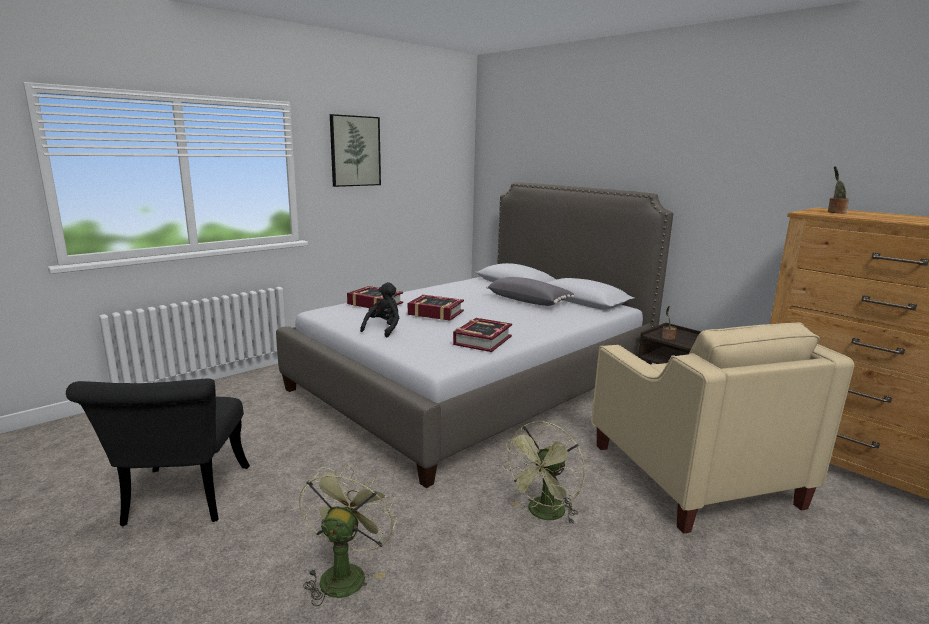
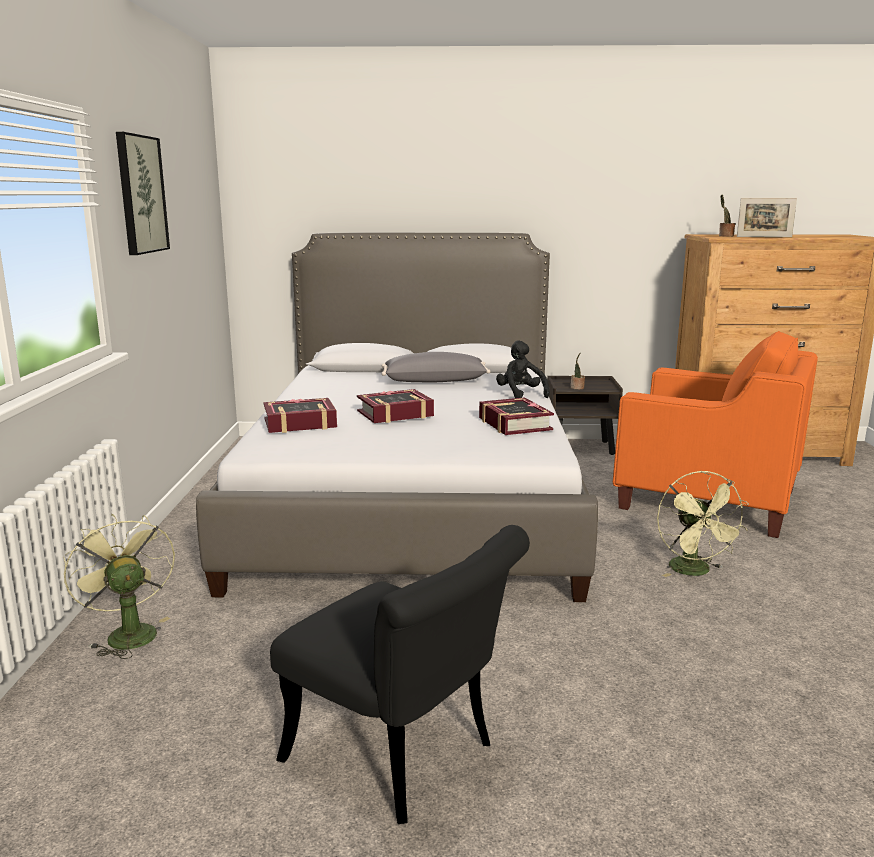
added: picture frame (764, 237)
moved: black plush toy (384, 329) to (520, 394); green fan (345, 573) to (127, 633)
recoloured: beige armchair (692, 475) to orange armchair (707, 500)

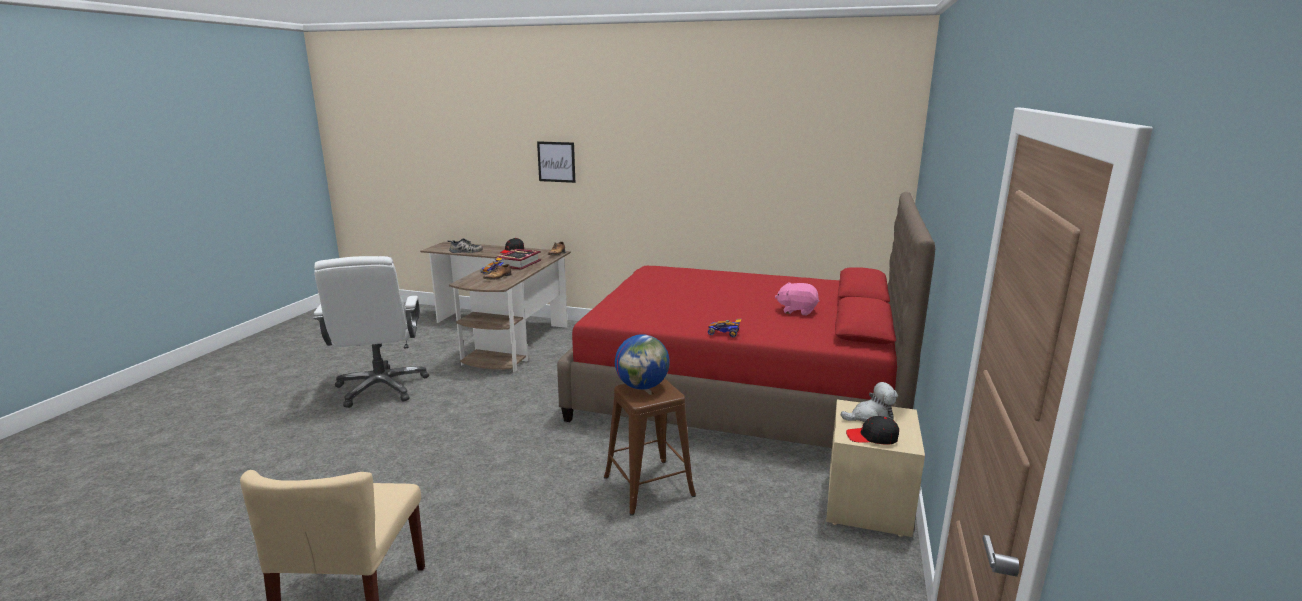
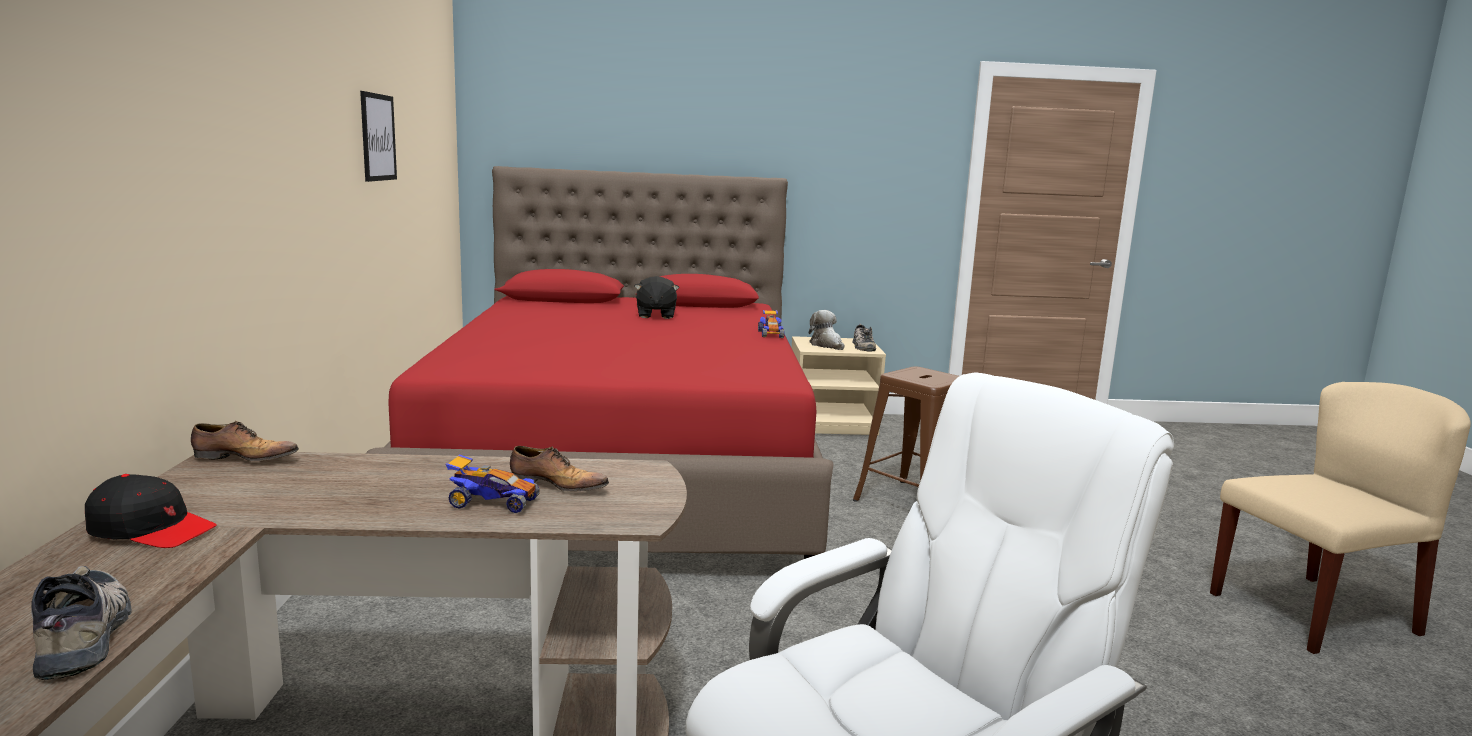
removed: book (518, 263); globe (642, 386)
moved: picture (556, 162) to (378, 137)
replaced: black cap (872, 437) to shoe (862, 346)
recoloured: pink plush toy (797, 310) to black plush toy (655, 315)

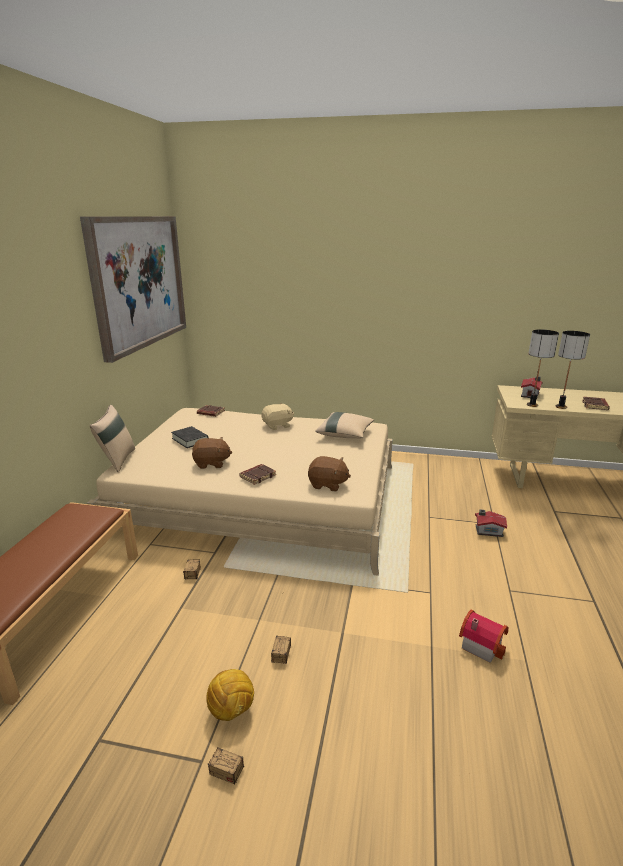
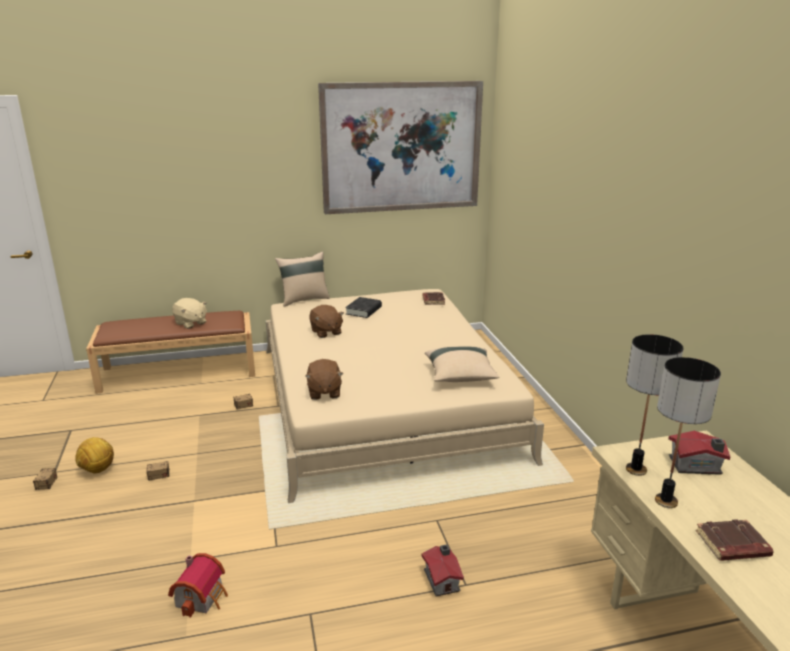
removed: brown book (257, 476)
moved: beige plush toy (277, 426) to (190, 323)

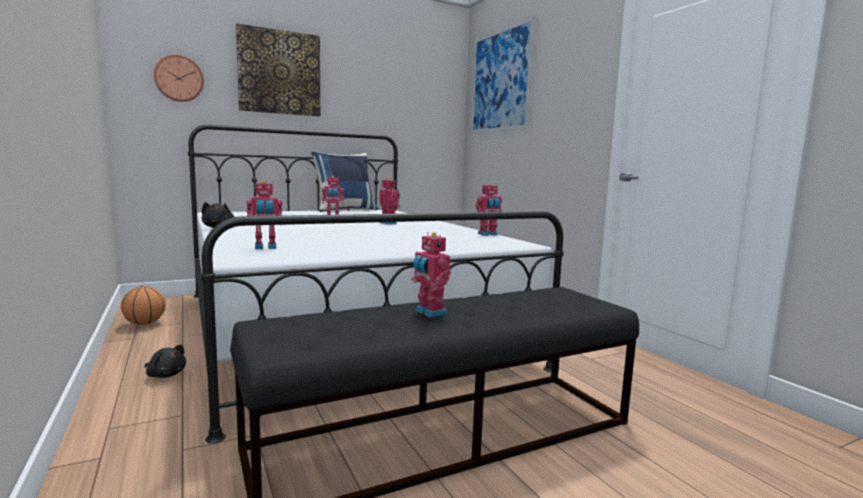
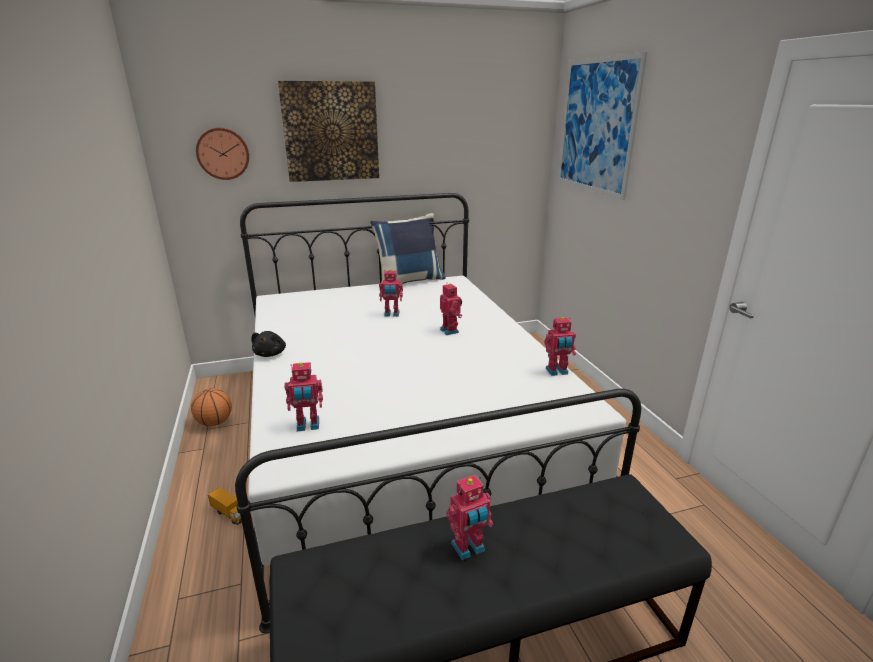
replaced: black plush toy (166, 375) to toy truck (230, 514)
turned: toy robot (429, 312) = (469, 548) 90 degrees counterclockwise

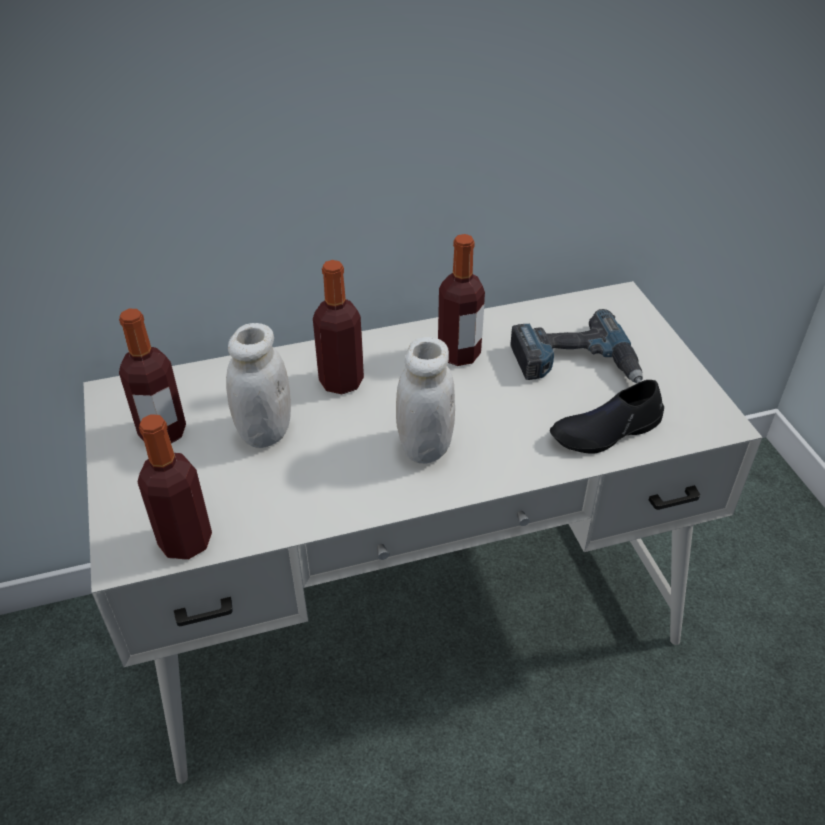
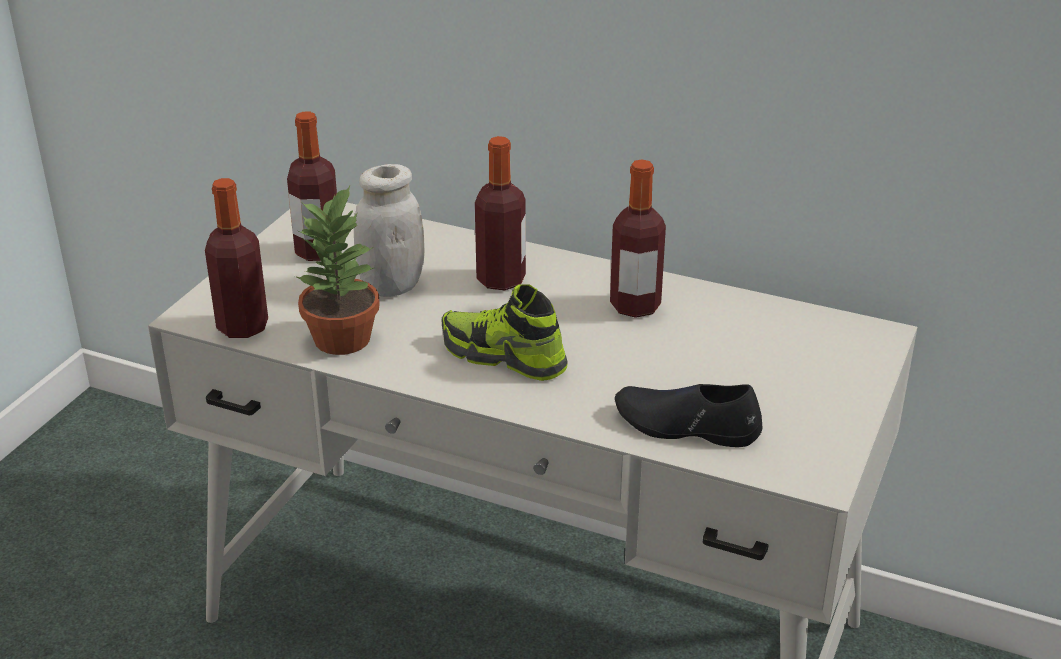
removed: power drill (575, 363)
added: potted plant (344, 339)
replaced: white jar (425, 447) to shoe (503, 357)

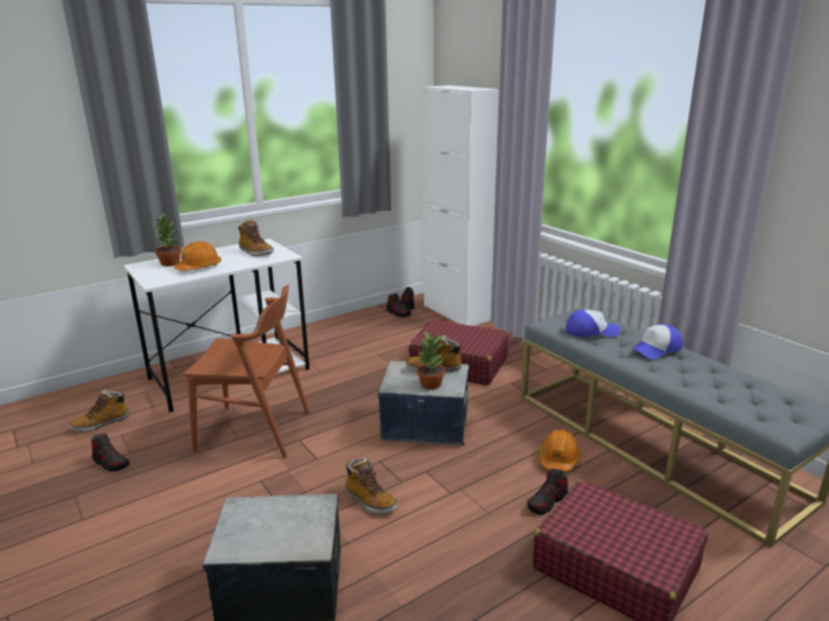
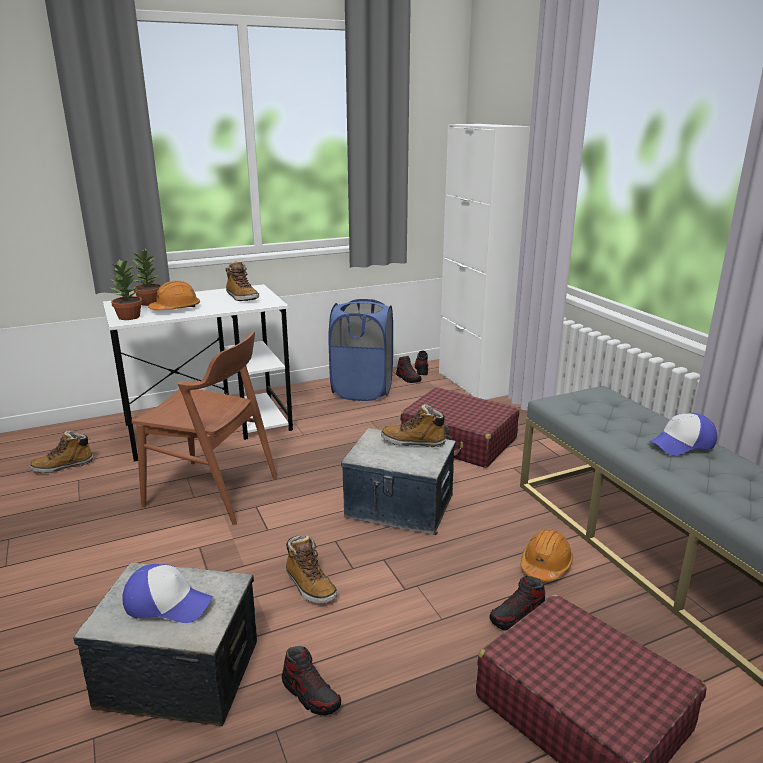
added: blue laundry basket (362, 390)
moved: cap (591, 331) to (167, 603); potted plant (431, 385) to (129, 317); shoe (111, 463) to (311, 694)

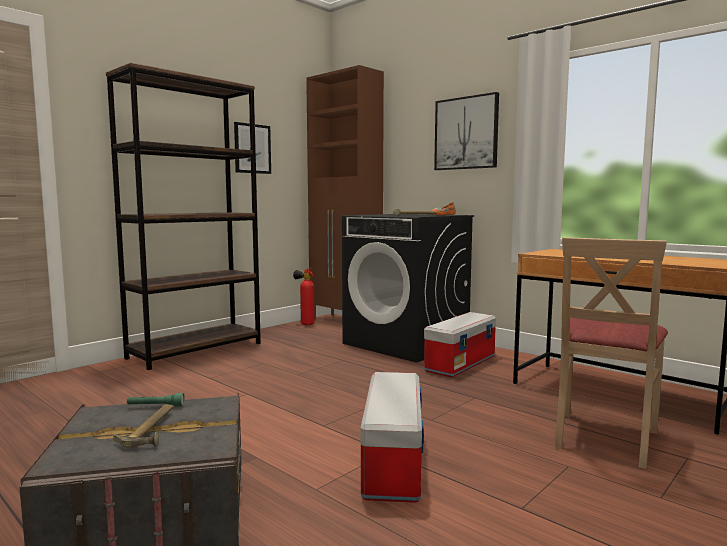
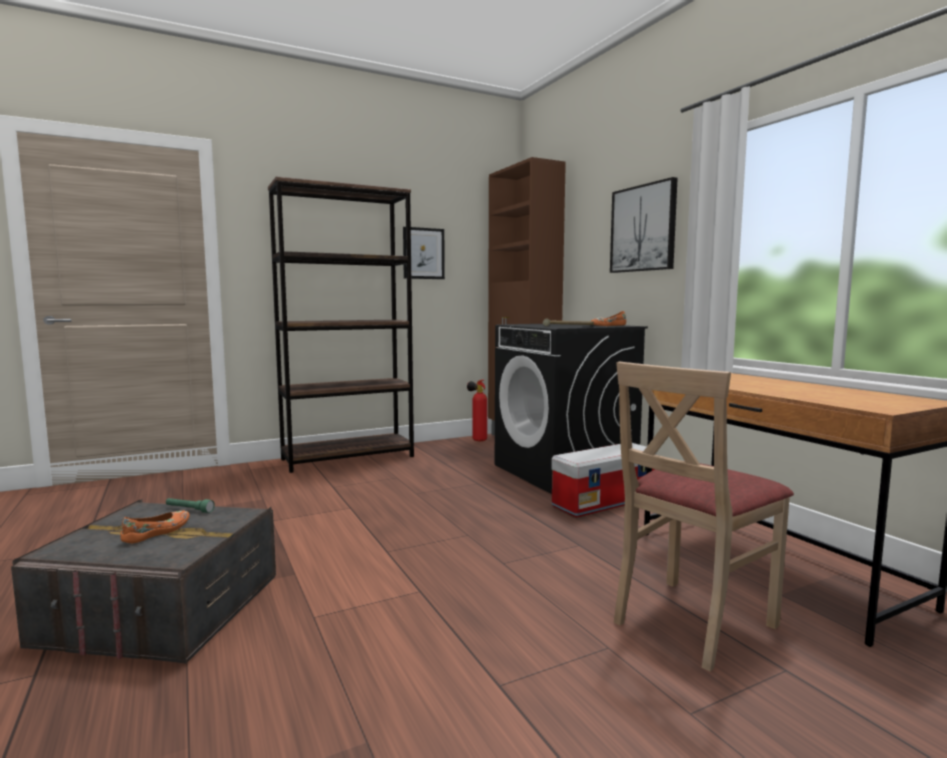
removed: storage box (392, 462)
replaced: hammer (153, 430) to orange shoe (158, 532)

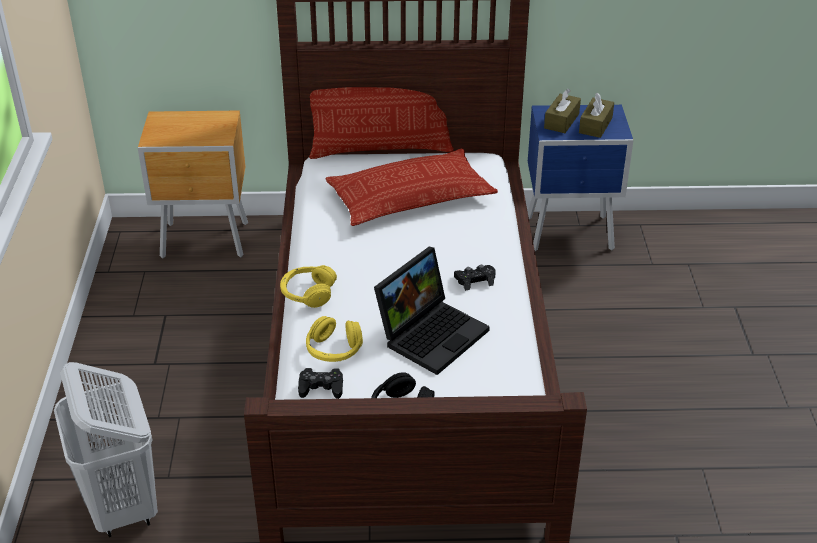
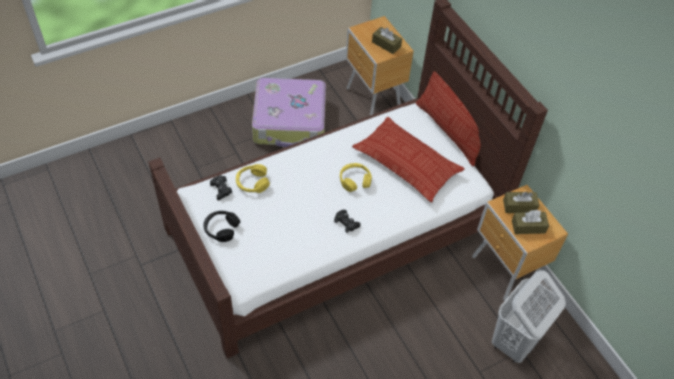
removed: laptop (432, 333)
added: brown tissue box (386, 44); suitcase (290, 121)
moved: yellow headphones (308, 293) to (354, 180); white laundry basket (123, 507) to (514, 342)
recoloured: blue nightstand (571, 234) to brown nightstand (504, 272)

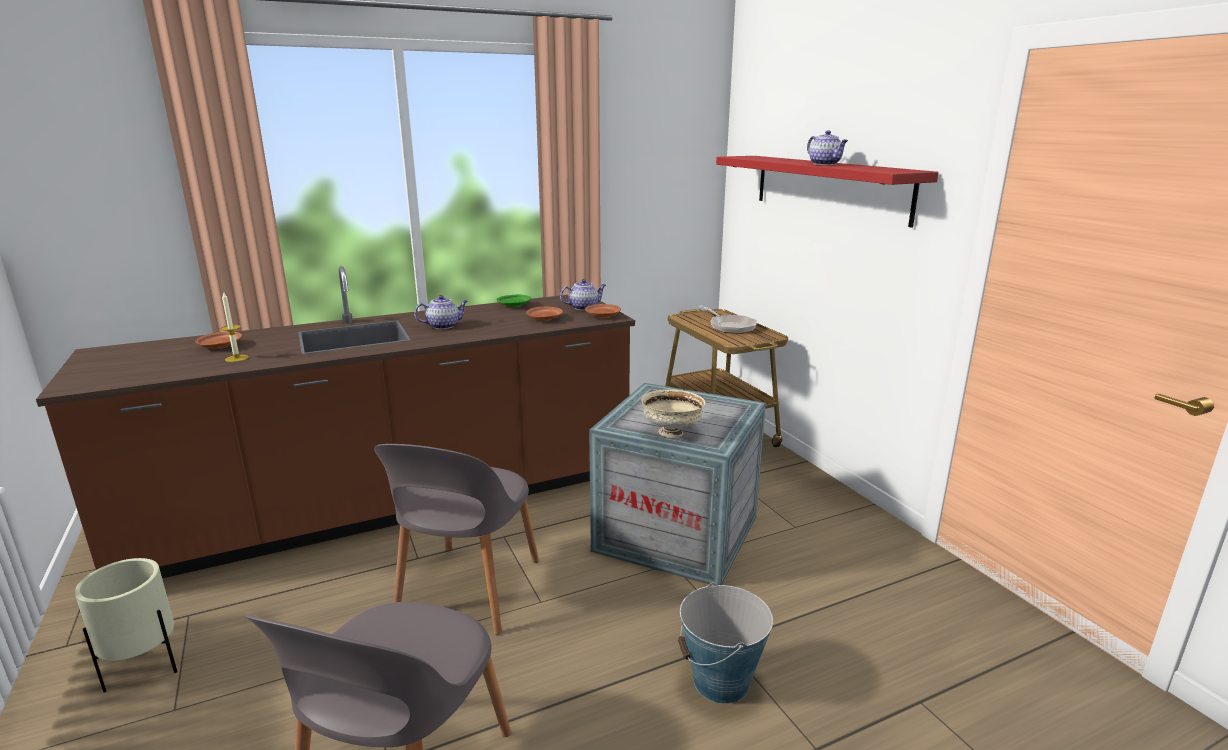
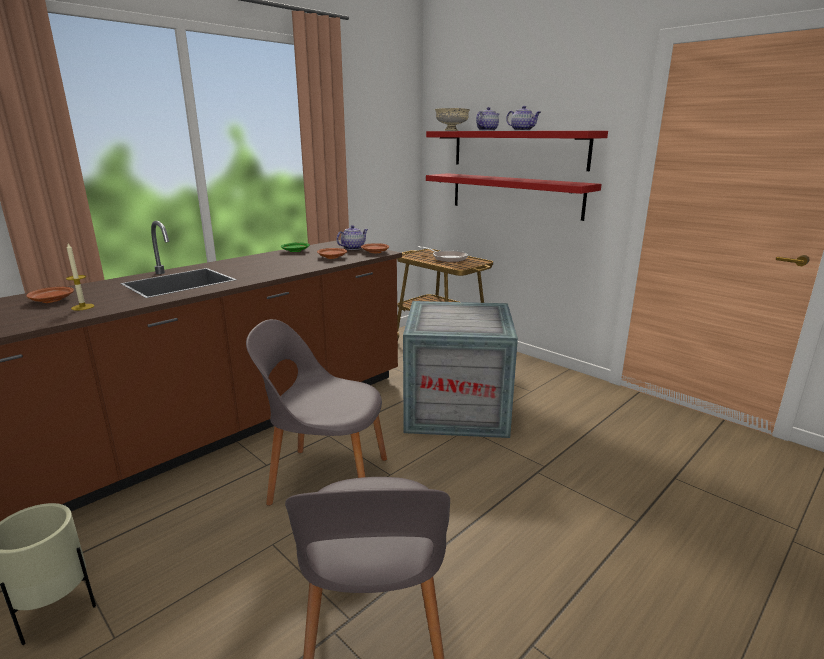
removed: bucket (721, 682)
added: red shelf (514, 195)
moved: teapot (444, 326) to (487, 130); beige bowl (671, 432) to (451, 130)
turned: grey chair (467, 590) = (326, 479) 105 degrees clockwise

